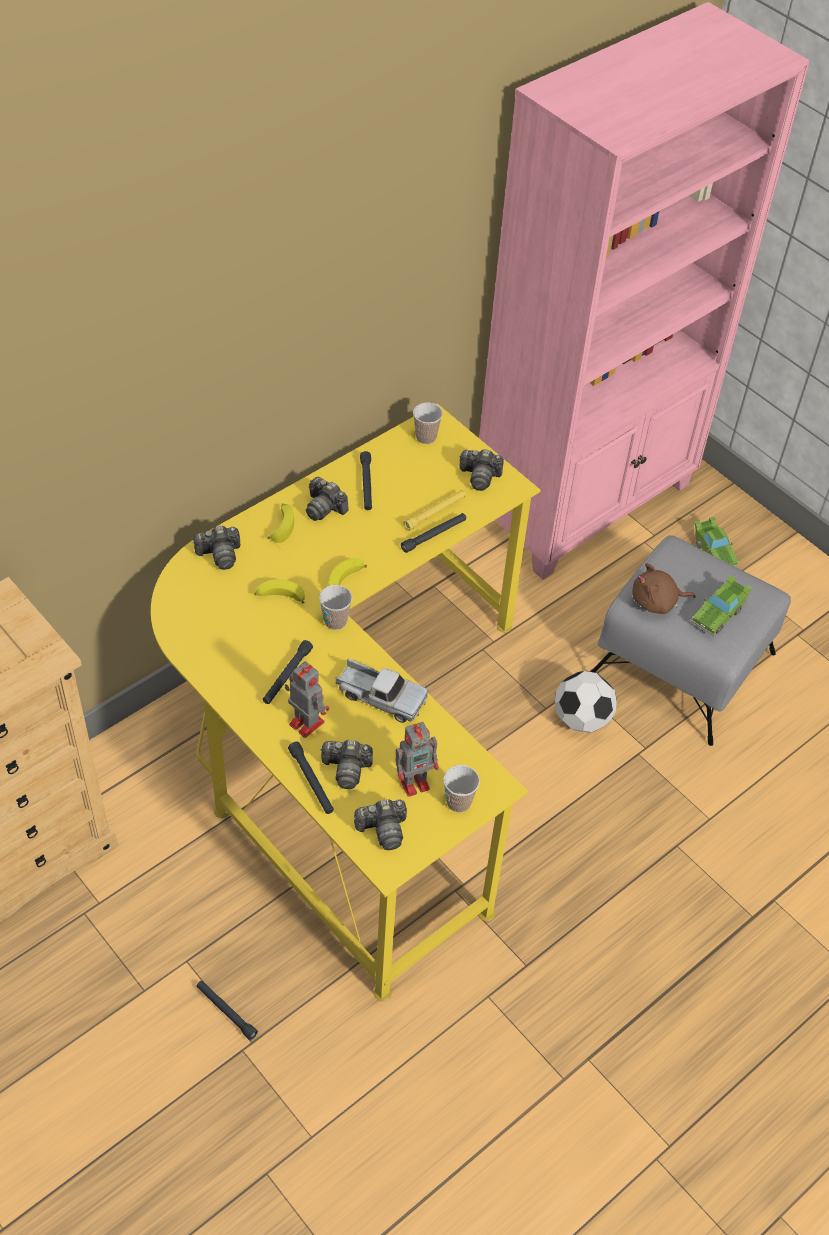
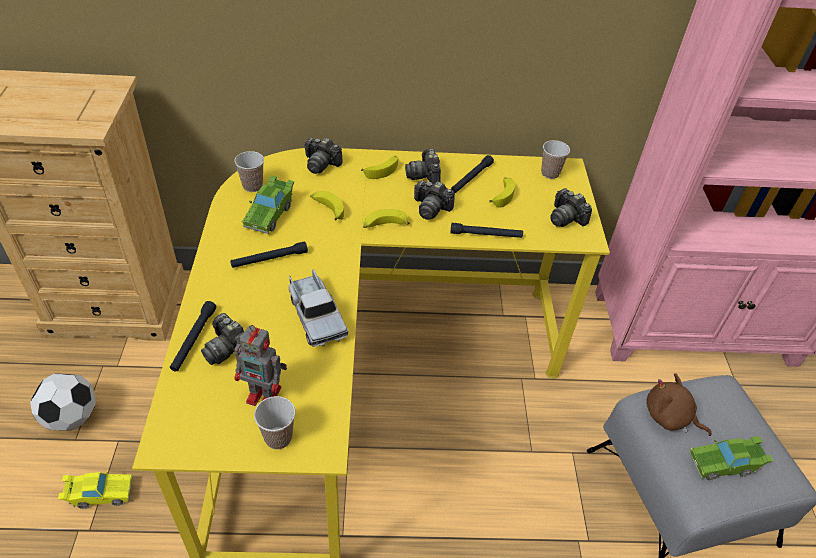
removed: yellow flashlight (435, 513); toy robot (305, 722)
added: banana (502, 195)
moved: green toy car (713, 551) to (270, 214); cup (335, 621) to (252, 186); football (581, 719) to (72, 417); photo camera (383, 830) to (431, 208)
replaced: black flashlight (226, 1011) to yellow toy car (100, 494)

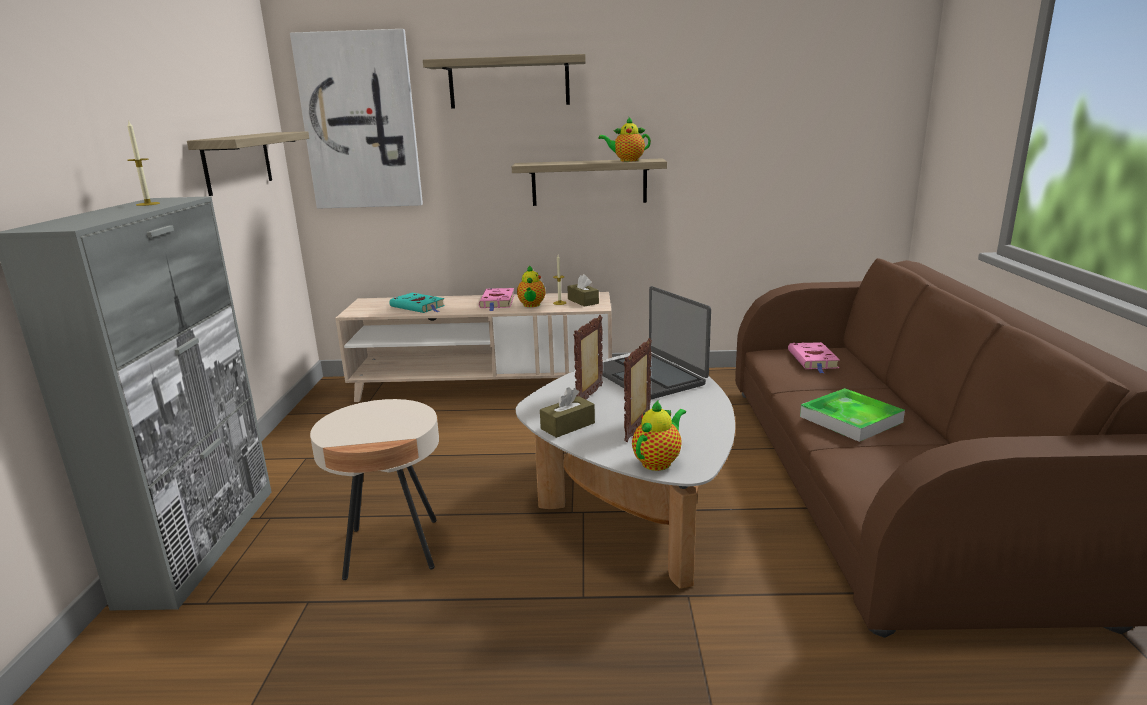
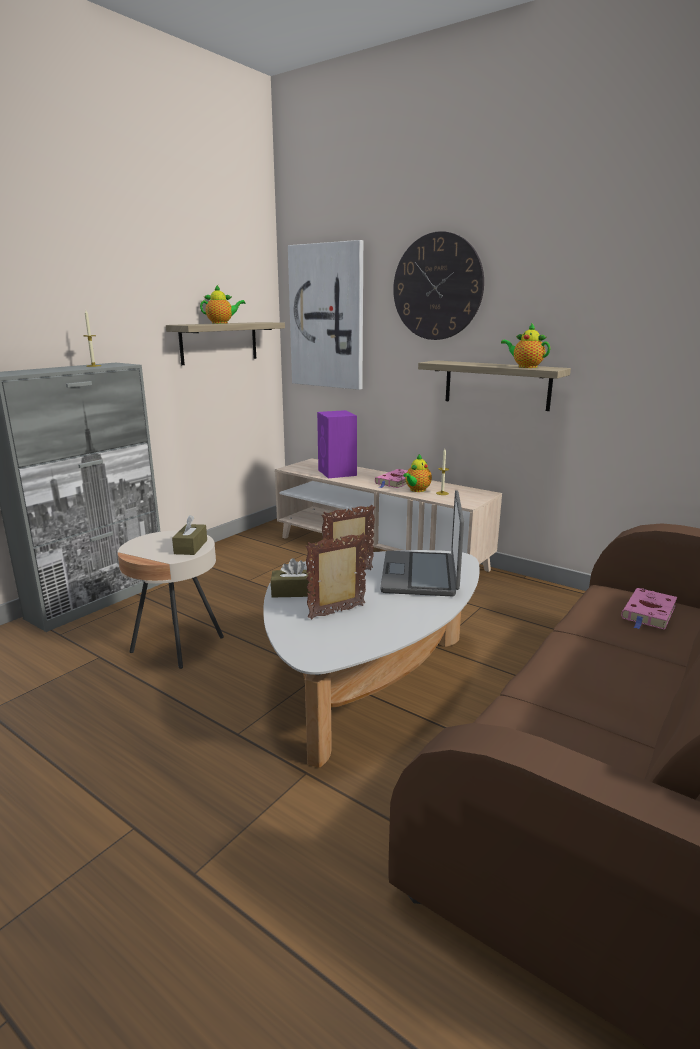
removed: tray (850, 419)
moved: brown tissue box (583, 301) to (191, 547); teapot (658, 462) to (222, 323)
replaced: shelf (509, 83) to wall clock (437, 287); turquoise book (419, 306) to purple speaker (337, 473)

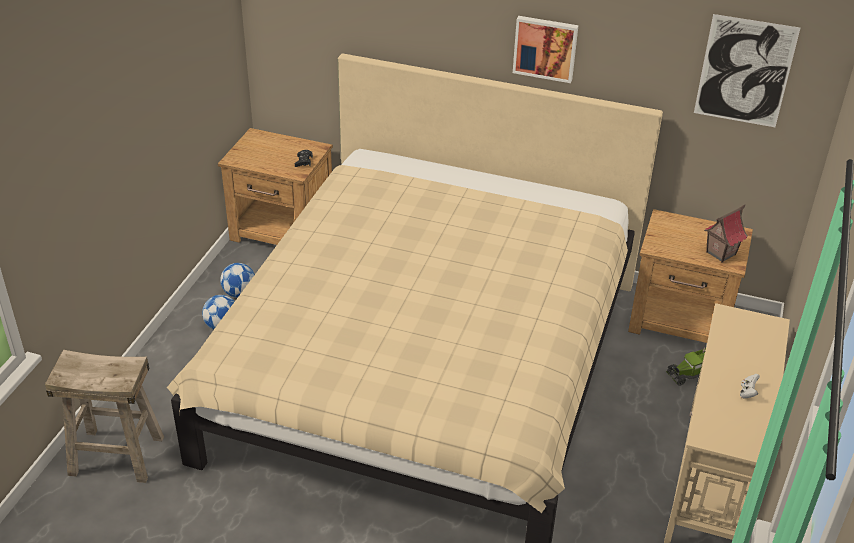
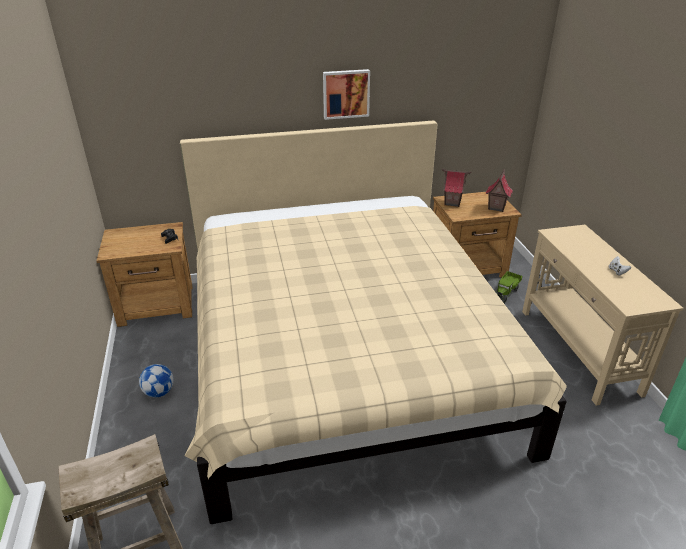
removed: picture (745, 71); football (239, 293)
added: toy house (452, 203)

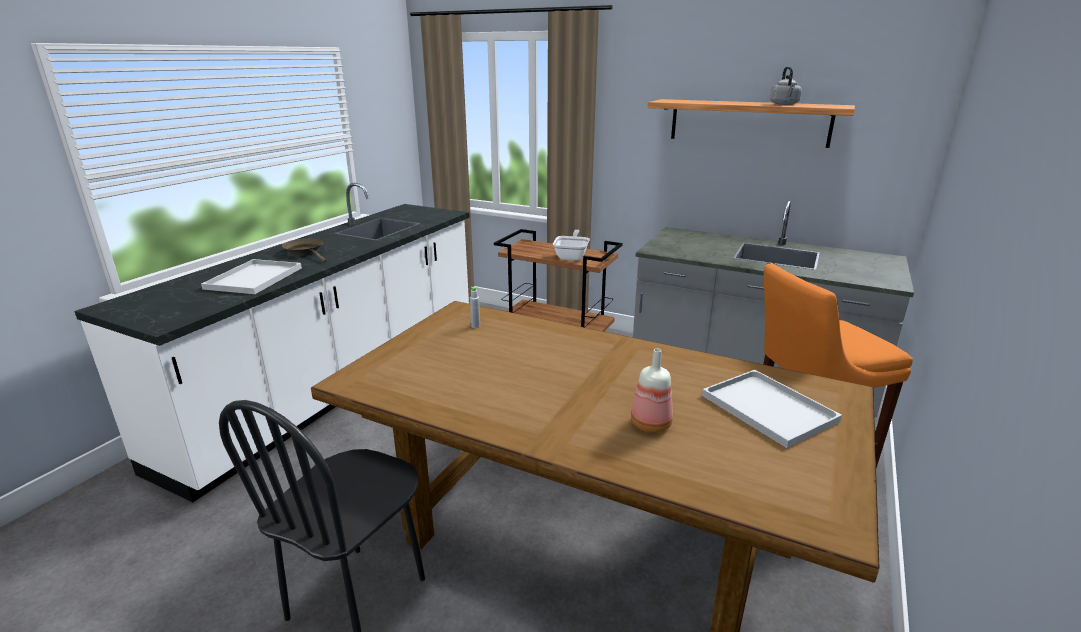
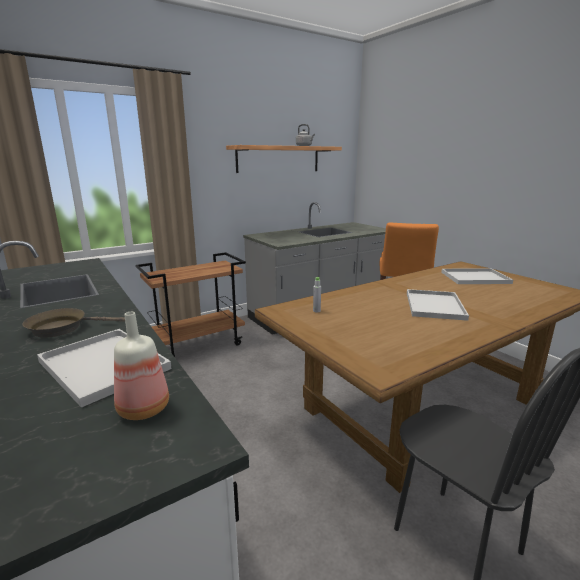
removed: frying pan (572, 256)
added: white tray (433, 305)
moved: bottle (650, 423) to (142, 408)

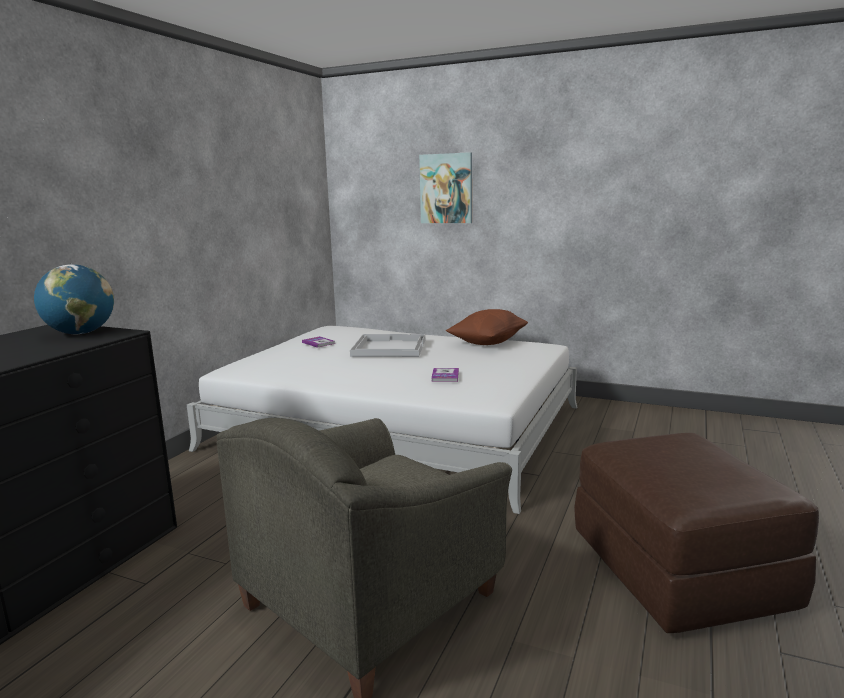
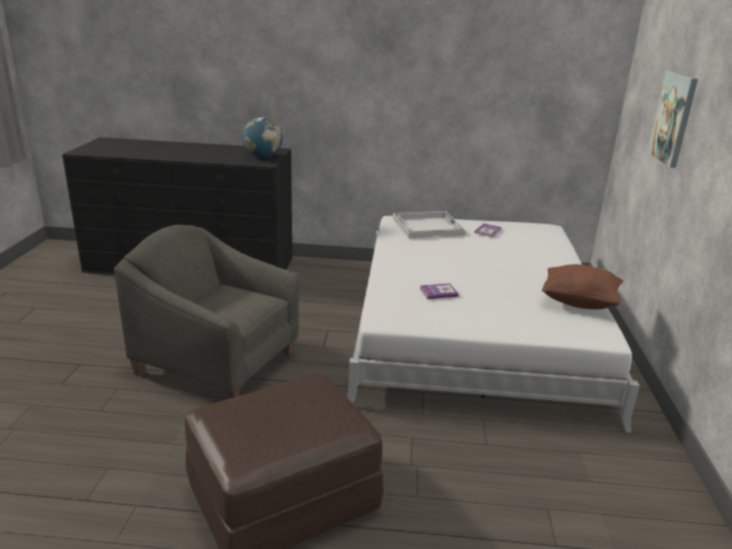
moved: white tray (388, 347) to (428, 226)

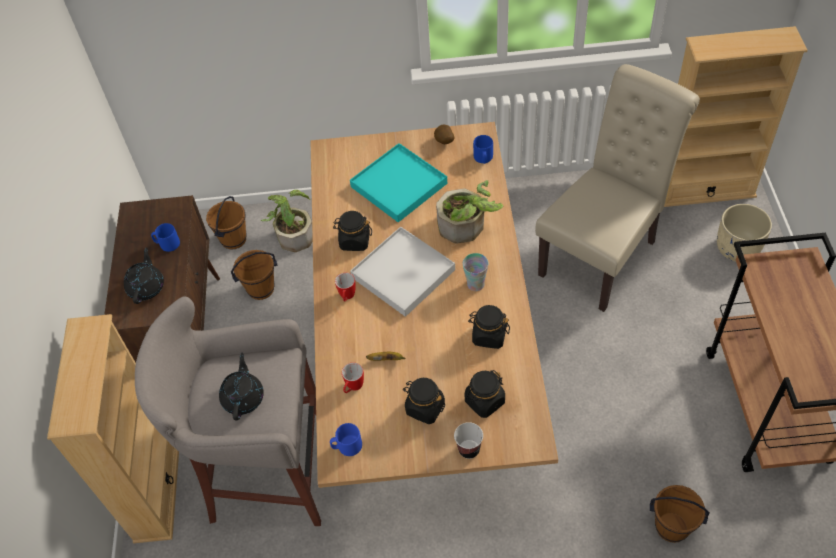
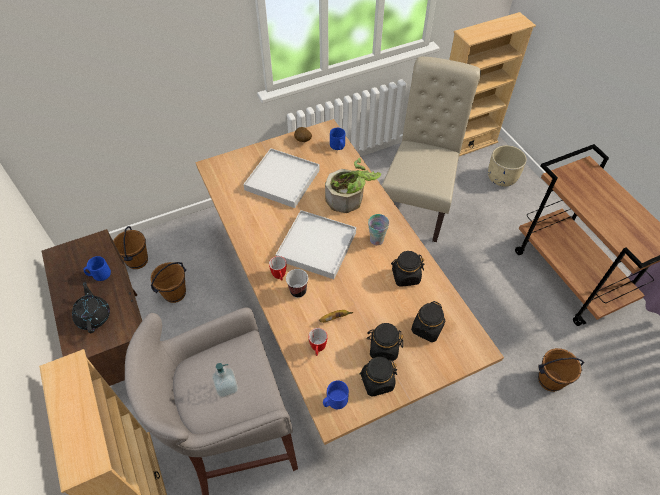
removed: potted plant (293, 233)
moved: black jar (354, 241) to (377, 382); cup (469, 449) to (298, 291)
replaced: black teapot (243, 398) to soap dispenser (227, 387)
recoloured: turquoise tray (399, 185) to white tray (282, 180)

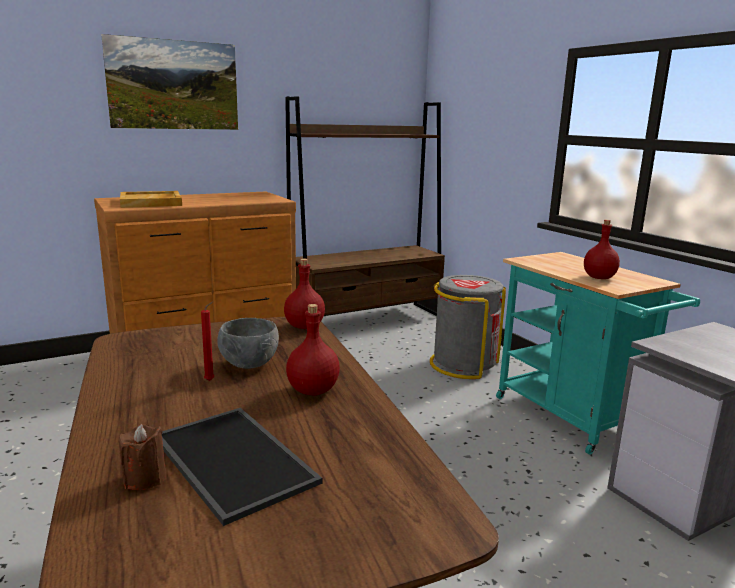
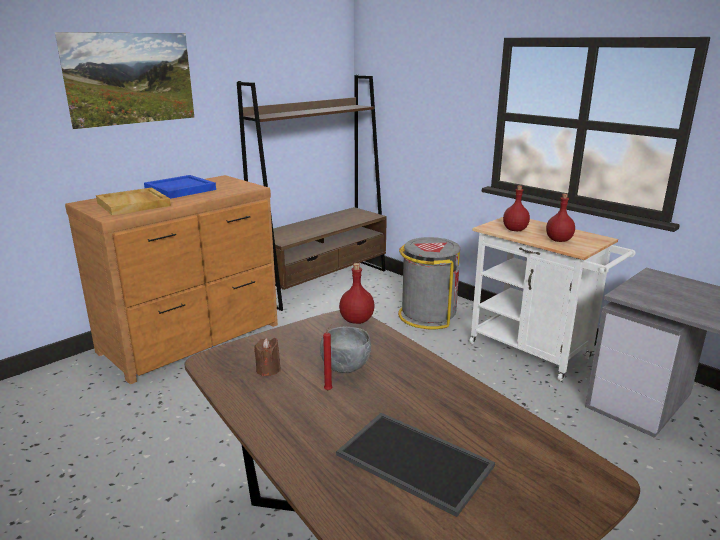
added: blue tray (180, 189)
moved: red bottle (312, 391) to (514, 230); brown candle (145, 479) to (268, 370)
recoloured: turquoise cart (574, 420) to white cart (536, 353)

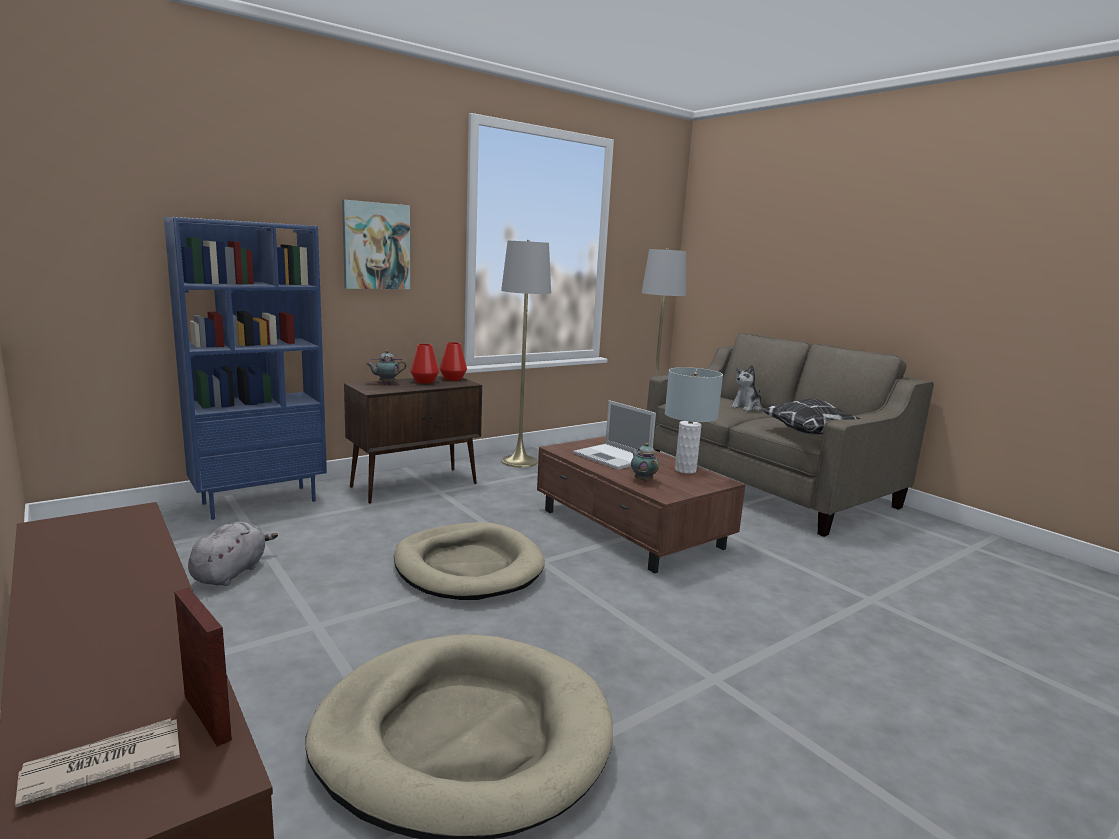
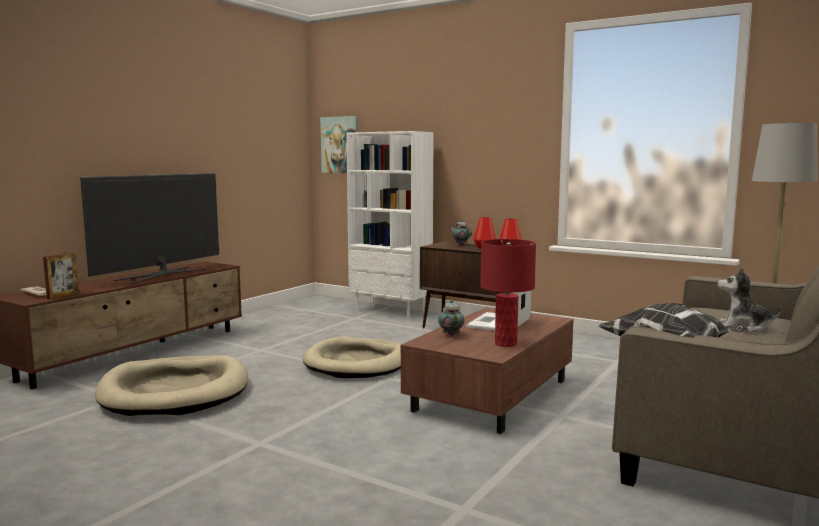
removed: grey floor lamp (519, 461); grey plush toy (231, 572)
added: television (162, 274)
moved: picture (376, 246) to (340, 145)
recoloured: blue bookcase (260, 501) to white bookcase (391, 311); grey table lamp (685, 470) to red table lamp (506, 344)
turned: teapot (642, 480) = (450, 335) 60 degrees counterclockwise

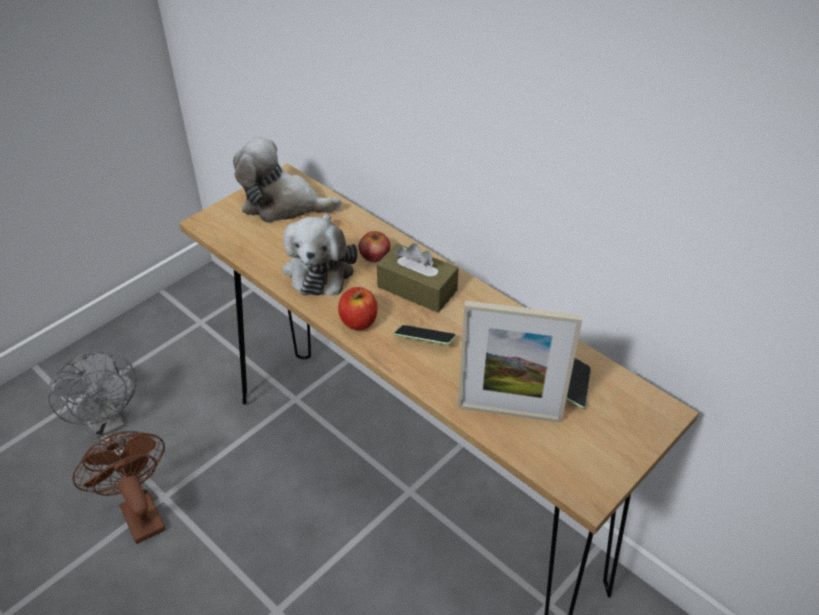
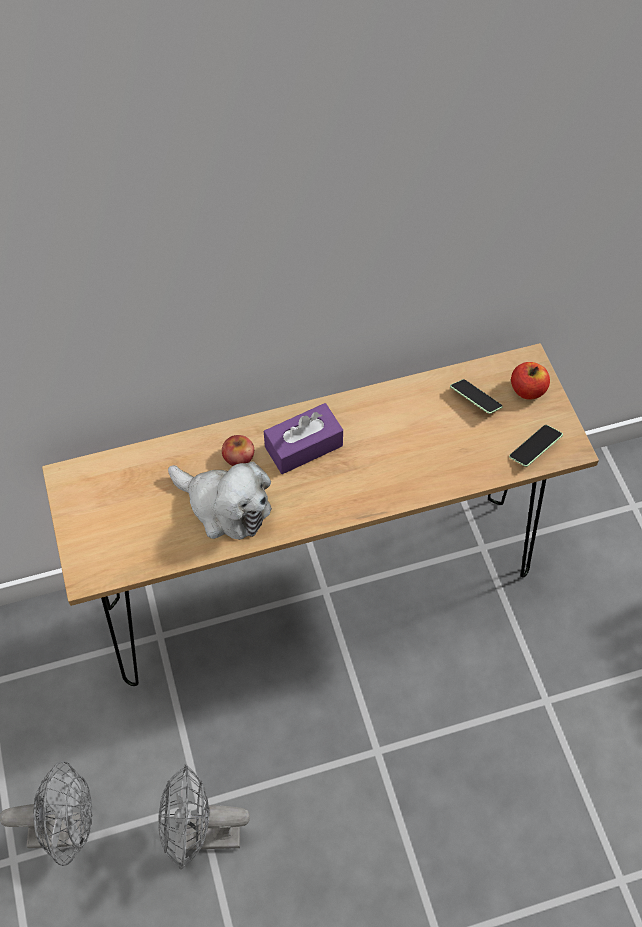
removed: plush toy (283, 204); picture frame (509, 412)
moved: apple (358, 321) to (527, 390); phone (425, 340) to (534, 449)
recoloured: brown tissue box (417, 289) to purple tissue box (303, 446); brown fan (139, 512) to grey fan (203, 834)

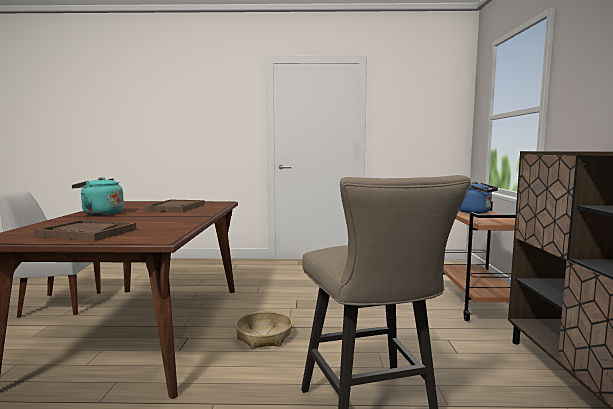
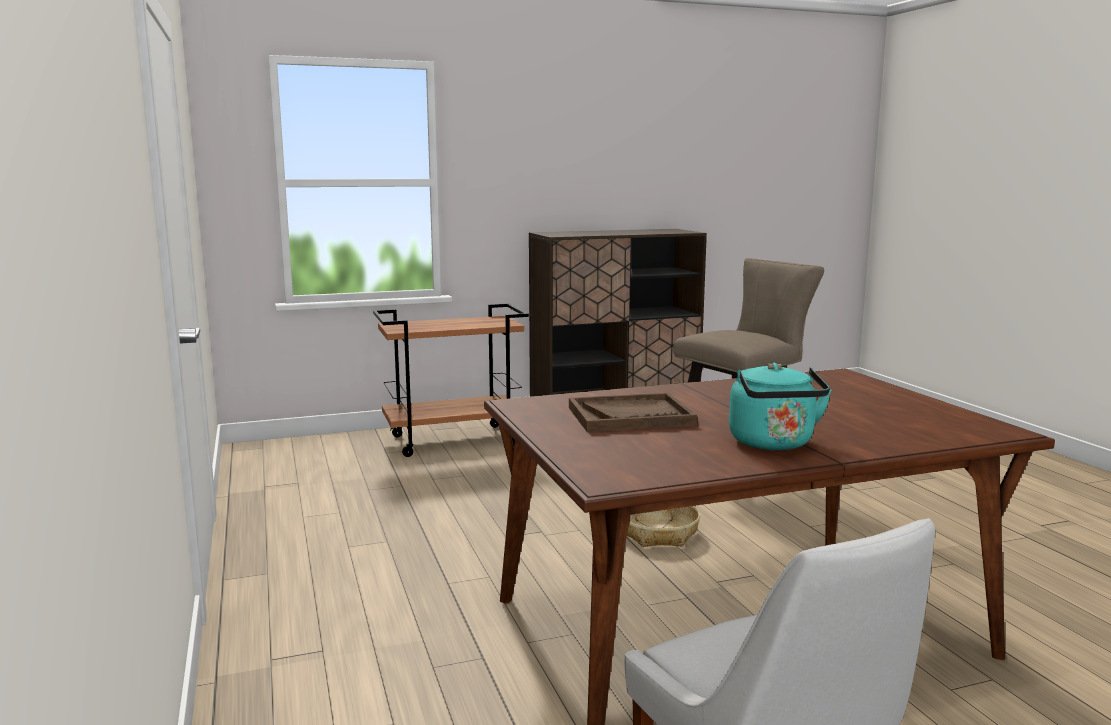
removed: blue kettle (476, 212); brown tray (87, 233)

